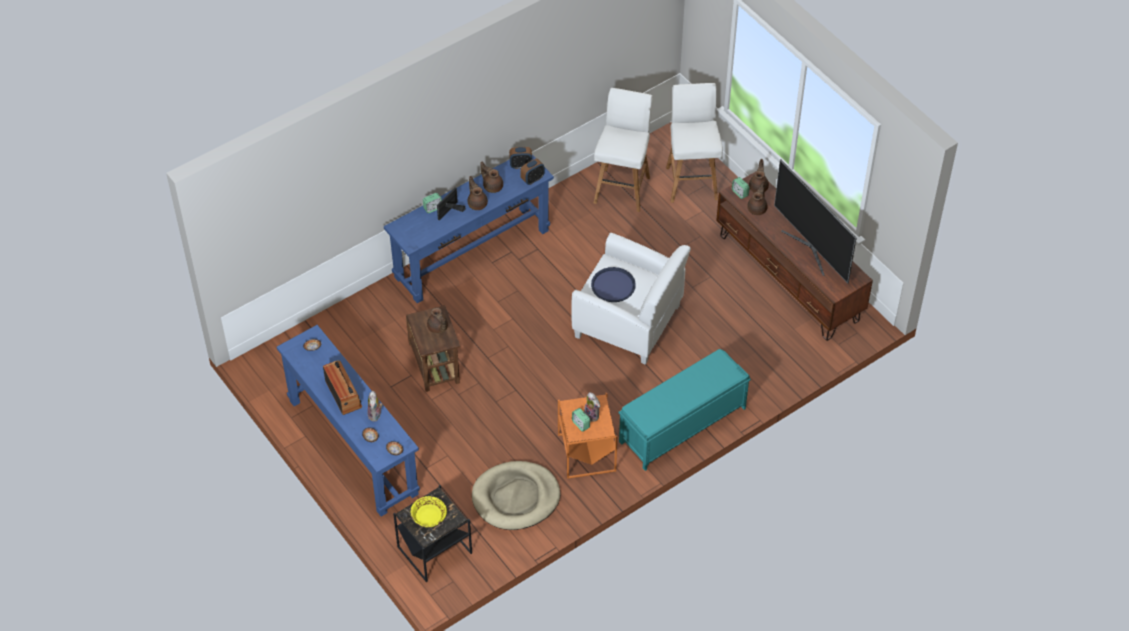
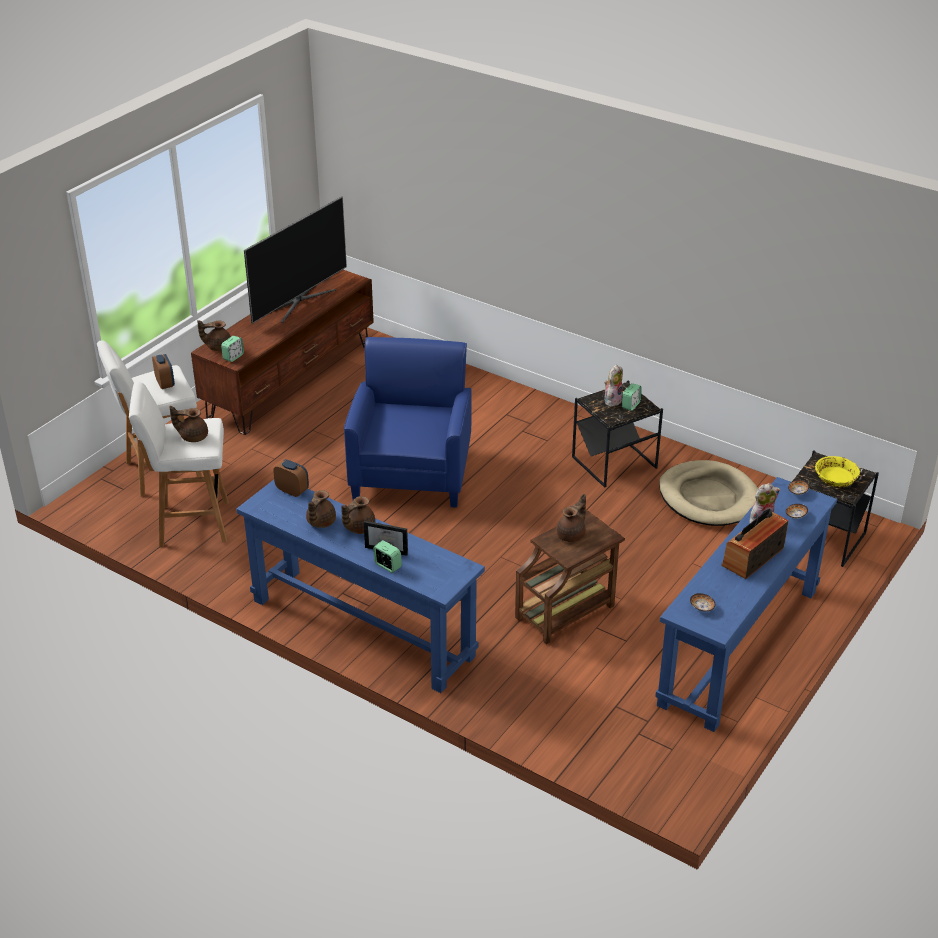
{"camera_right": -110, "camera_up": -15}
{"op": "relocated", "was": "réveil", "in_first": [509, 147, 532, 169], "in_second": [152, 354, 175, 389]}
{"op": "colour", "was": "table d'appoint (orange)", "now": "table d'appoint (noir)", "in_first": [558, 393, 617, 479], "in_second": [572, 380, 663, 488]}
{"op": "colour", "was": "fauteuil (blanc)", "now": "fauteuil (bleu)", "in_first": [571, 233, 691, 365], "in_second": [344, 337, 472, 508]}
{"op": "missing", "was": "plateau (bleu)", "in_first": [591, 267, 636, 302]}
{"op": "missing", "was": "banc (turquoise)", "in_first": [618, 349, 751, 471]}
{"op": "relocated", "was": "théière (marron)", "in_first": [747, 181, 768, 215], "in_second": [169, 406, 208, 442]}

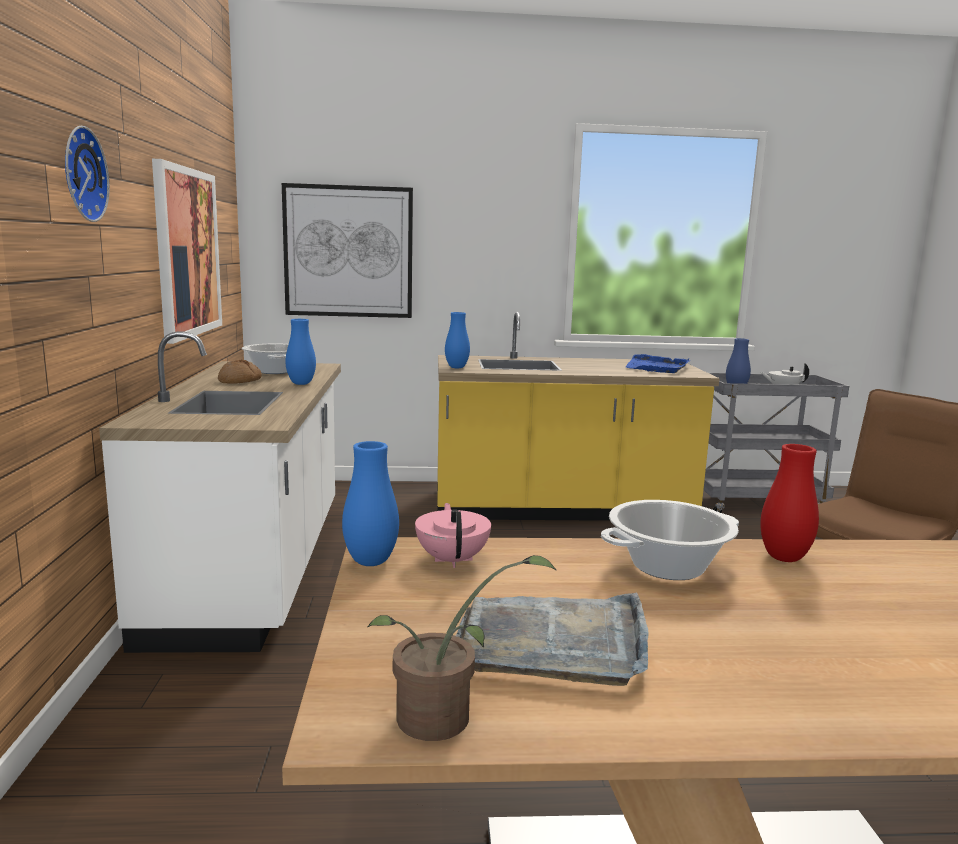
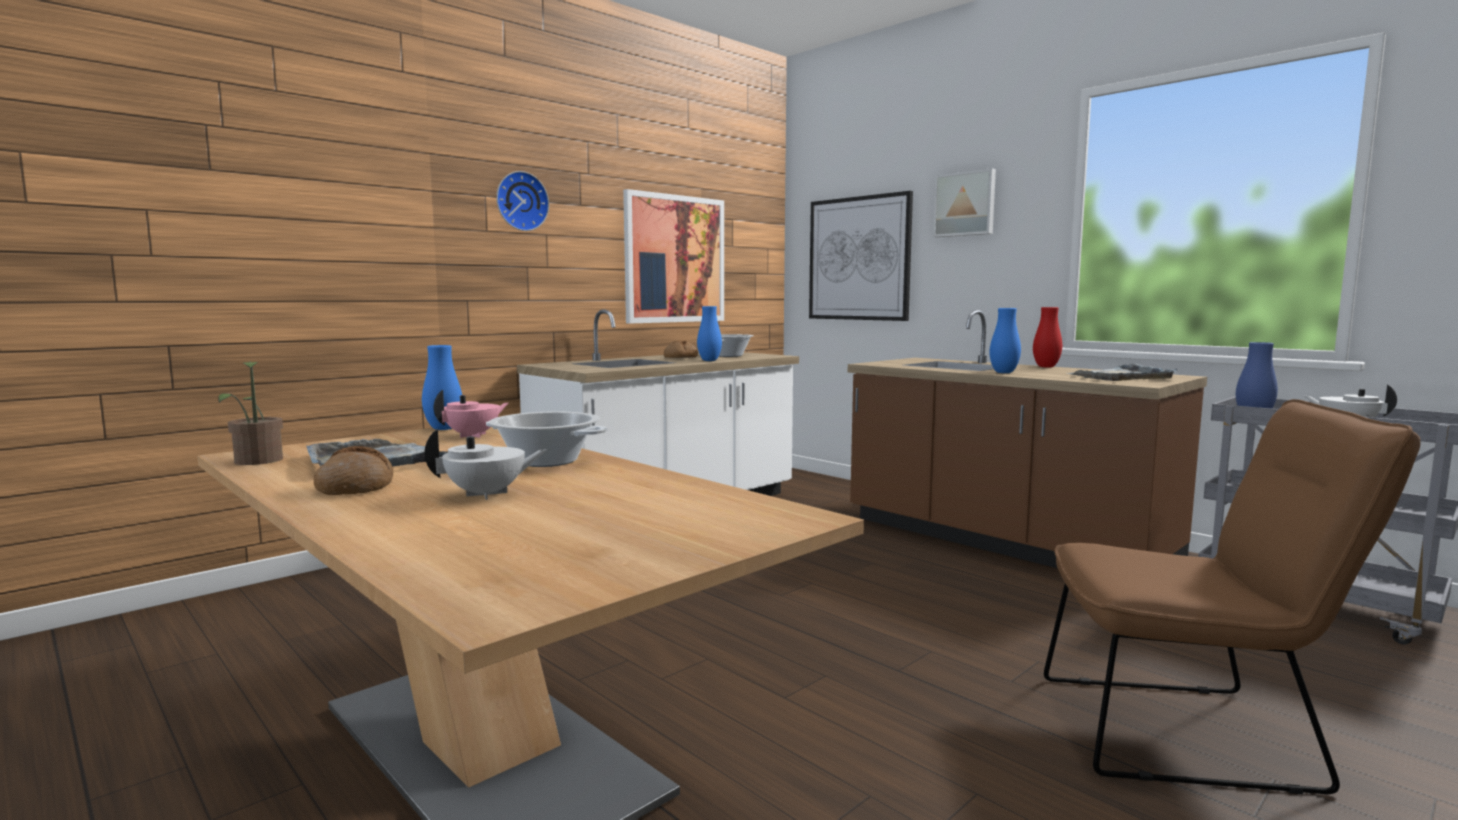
{"camera_right": 50, "camera_up": -5}
{"op": "colour", "was": "comptoir de cuisine (jaune)", "now": "comptoir de cuisine (marron)", "in_first": [437, 312, 720, 521], "in_second": [848, 310, 1207, 568]}
{"op": "relocated", "was": "vase (bleu)", "in_first": [445, 312, 470, 368], "in_second": [989, 308, 1021, 373]}
{"op": "colour", "was": "plateau (bleu)", "now": "plateau (gris)", "in_first": [625, 354, 690, 373], "in_second": [1067, 364, 1178, 381]}
{"op": "relocated", "was": "vase (rouge)", "in_first": [760, 444, 819, 562], "in_second": [1033, 307, 1062, 367]}
{"op": "appeared", "now": "pain", "in_second": [313, 446, 393, 495]}
{"op": "appeared", "now": "théière (blanc)", "in_second": [425, 429, 546, 500]}
{"op": "appeared", "now": "tableau", "in_second": [933, 168, 996, 237]}

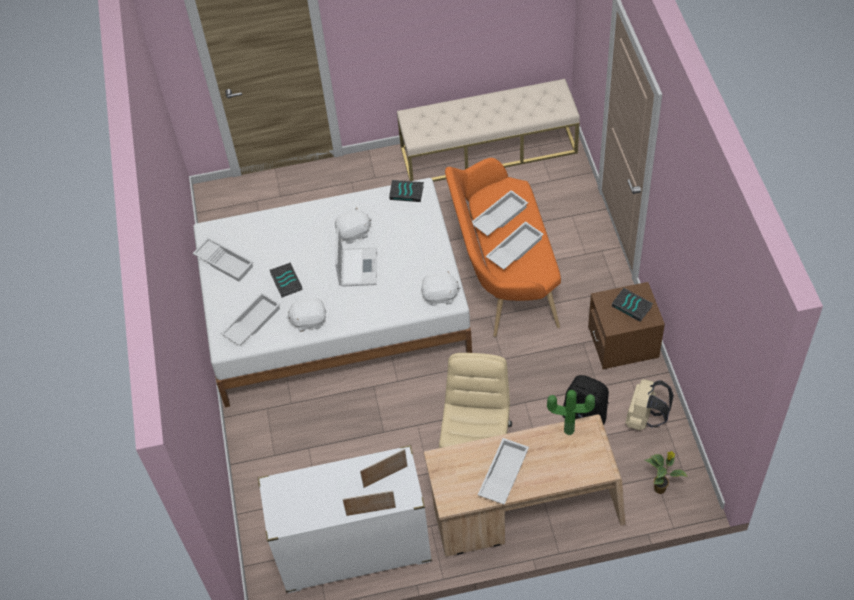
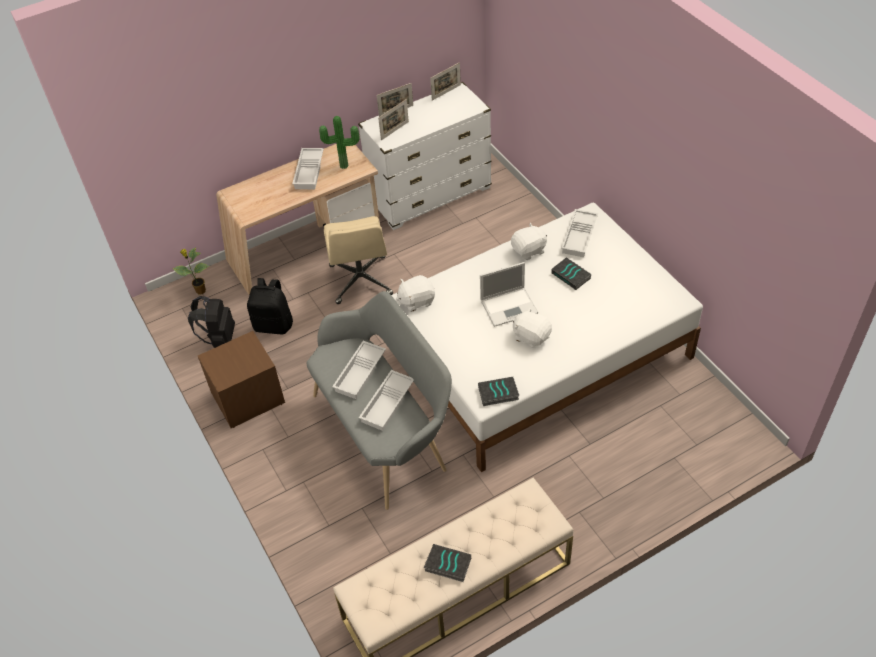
{"camera_right": 160, "camera_up": -5}
{"op": "missing", "was": "plateau (blanc)", "in_first": [192, 237, 253, 282]}
{"op": "spun", "was": "peluche (blanc)", "in_first": [335, 207, 372, 244], "in_second": [512, 307, 552, 348], "clockwise": 75}
{"op": "spun", "was": "ordinateur portable", "in_first": [335, 228, 377, 287], "in_second": [480, 262, 538, 327], "clockwise": -90}
{"op": "colour", "was": "banc (orange)", "now": "banc (gris)", "in_first": [445, 158, 561, 337], "in_second": [306, 291, 452, 510]}
{"op": "relocated", "was": "plante en pot", "in_first": [547, 390, 595, 435], "in_second": [319, 116, 360, 169]}
{"op": "relocated", "was": "livre", "in_first": [612, 288, 653, 322], "in_second": [424, 544, 471, 582]}
{"op": "colour", "was": "sac à dos (beige)", "now": "sac à dos (noir)", "in_first": [625, 379, 674, 431], "in_second": [188, 296, 235, 348]}
{"op": "appeared", "now": "cadre photo", "in_second": [430, 62, 461, 100]}

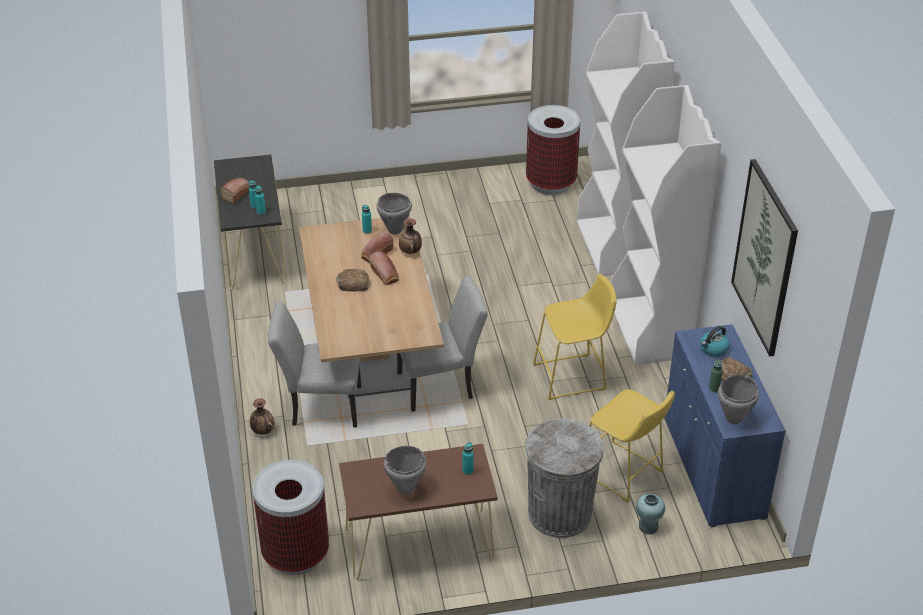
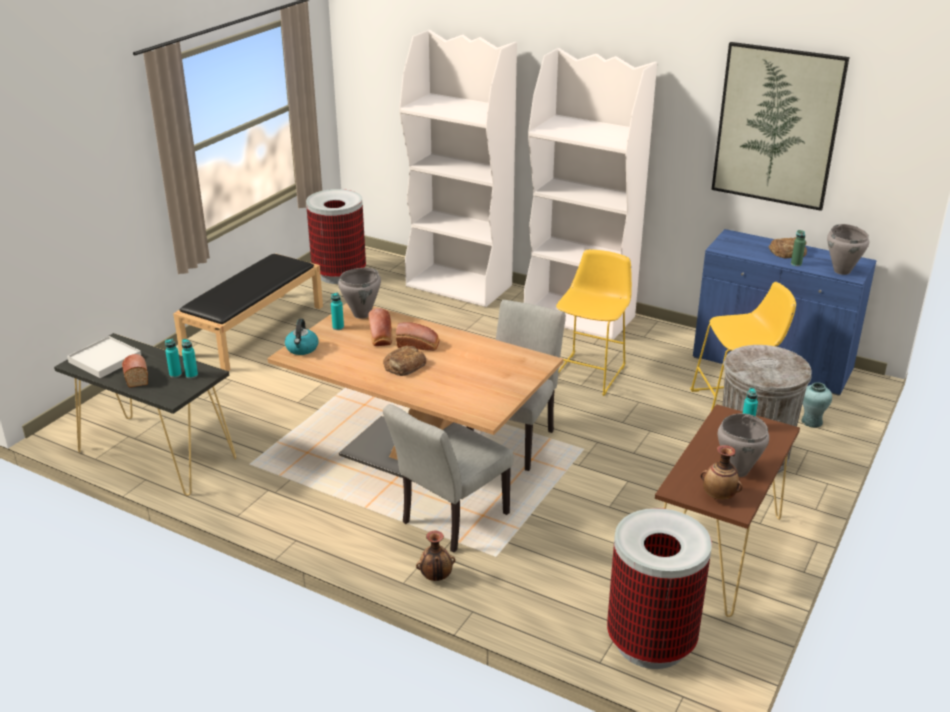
{"camera_right": -50, "camera_up": -10}
{"op": "relocated", "was": "vase", "in_first": [399, 218, 422, 254], "in_second": [701, 445, 742, 500]}
{"op": "relocated", "was": "bouilloire", "in_first": [700, 326, 730, 357], "in_second": [285, 319, 318, 355]}
{"op": "appeared", "now": "plateau (blanc)", "in_second": [67, 336, 141, 378]}
{"op": "appeared", "now": "banc (noir)", "in_second": [173, 254, 323, 371]}

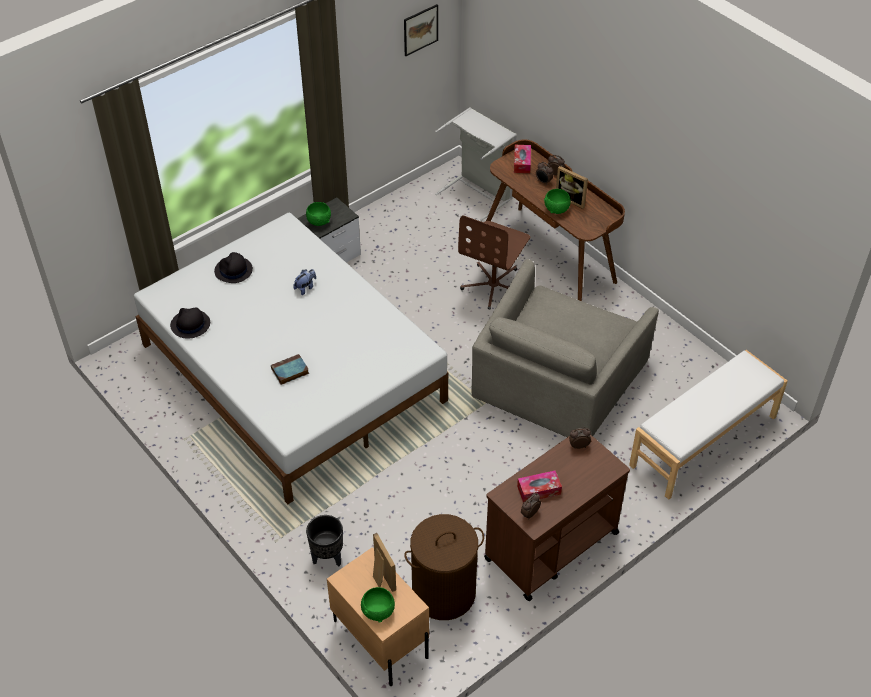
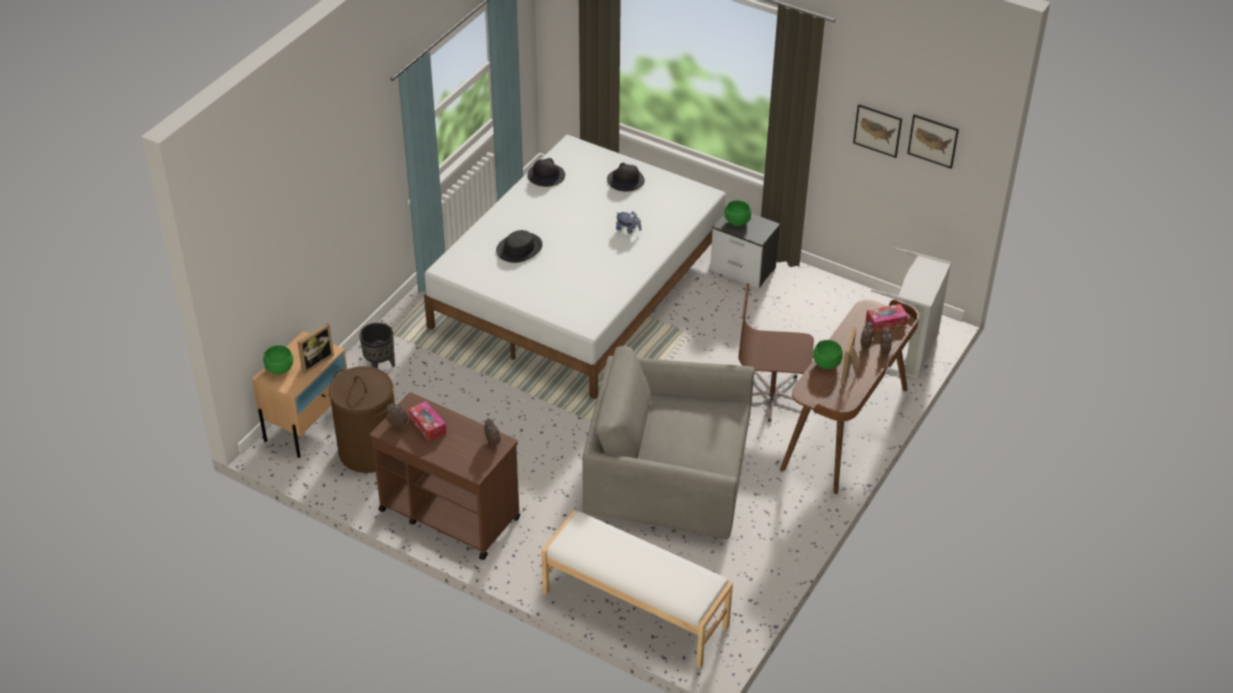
{"camera_right": 70, "camera_up": -5}
{"op": "exchanged", "was": "livre", "now": "chapeau (noir)", "in_first": [271, 354, 309, 385], "in_second": [496, 230, 543, 263]}
{"op": "appeared", "now": "tableau", "in_second": [853, 104, 902, 158]}

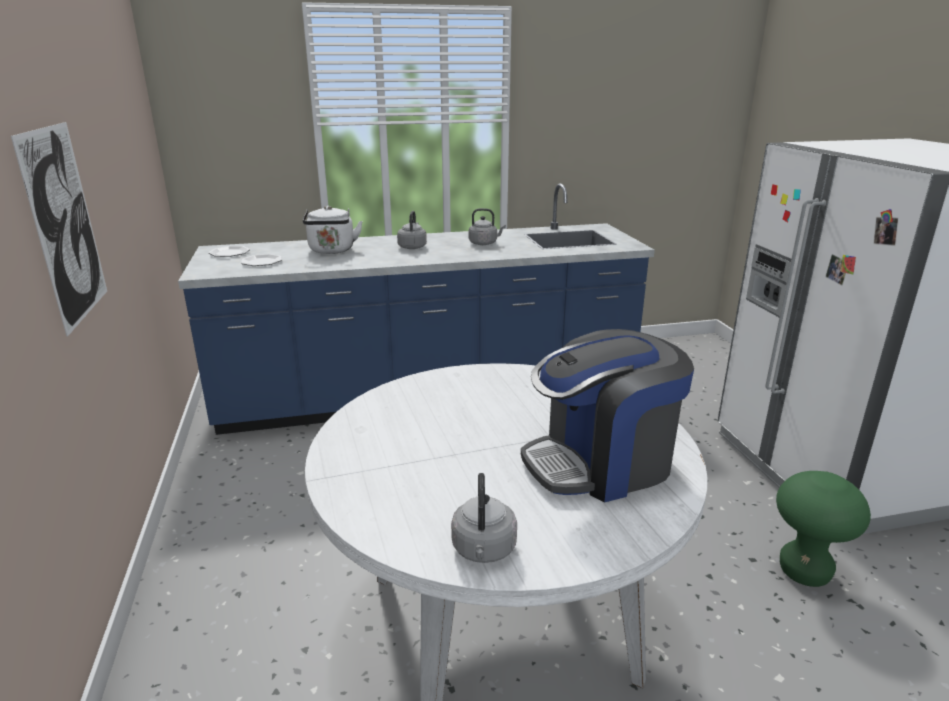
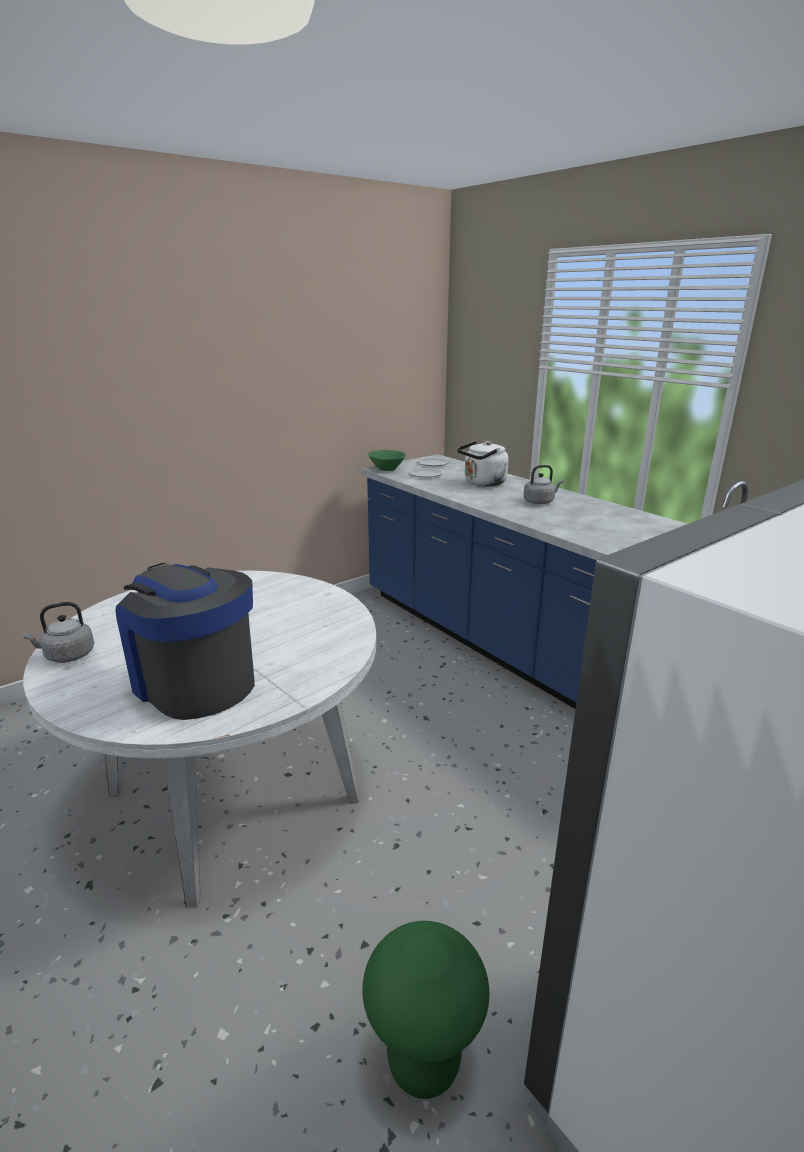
{"camera_right": 65, "camera_up": 0}
{"op": "missing", "was": "tableau", "in_first": [11, 122, 107, 337]}
{"op": "missing", "was": "bouilloire (gris)", "in_first": [469, 208, 506, 245]}
{"op": "appeared", "now": "bol (vert)", "in_second": [368, 450, 405, 471]}

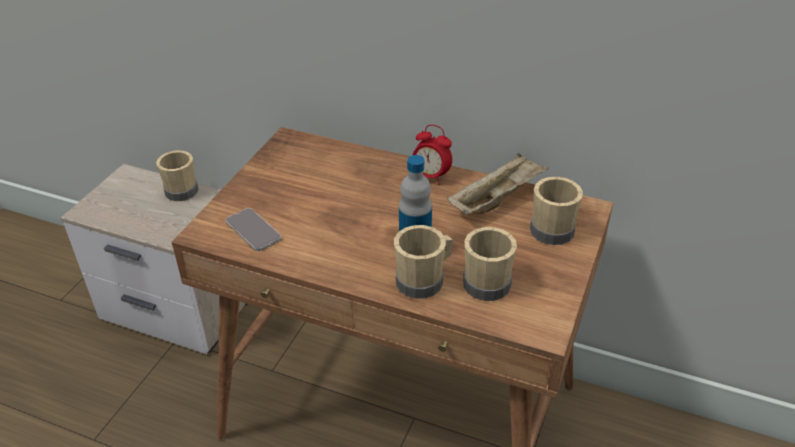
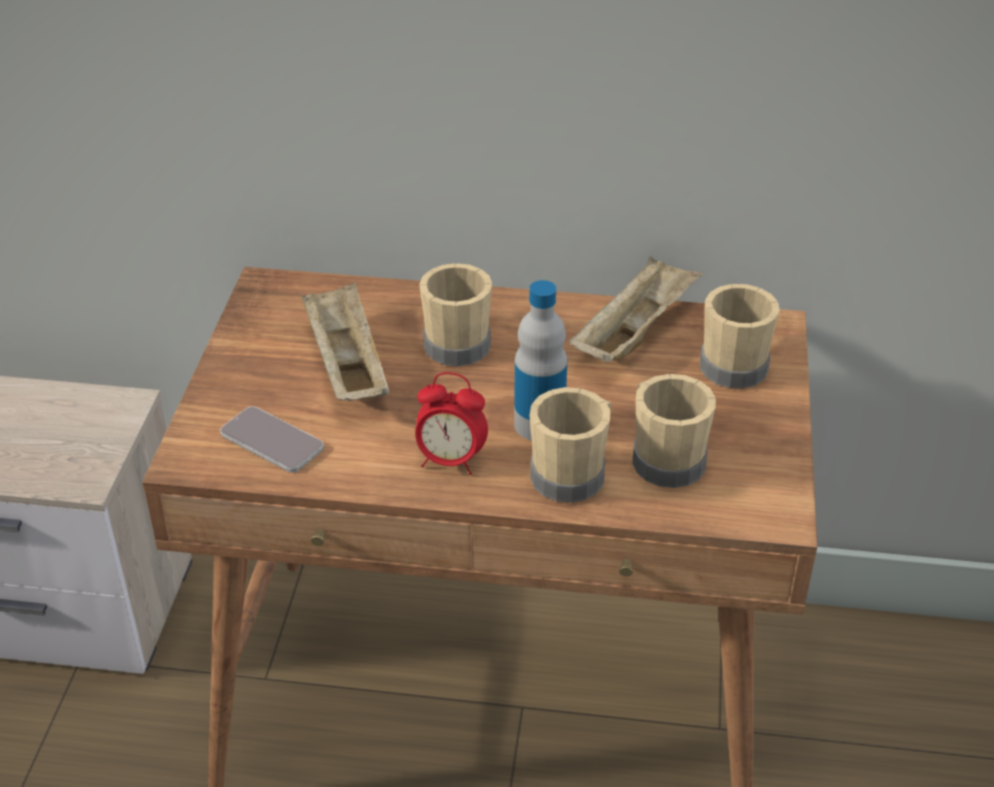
{"camera_right": -15, "camera_up": 0}
{"op": "relocated", "was": "mug (beige)", "in_first": [156, 150, 199, 201], "in_second": [419, 263, 492, 366]}
{"op": "relocated", "was": "réveil", "in_first": [413, 125, 452, 185], "in_second": [415, 372, 488, 475]}
{"op": "appeared", "now": "plateau (beige)", "in_second": [301, 282, 389, 401]}

